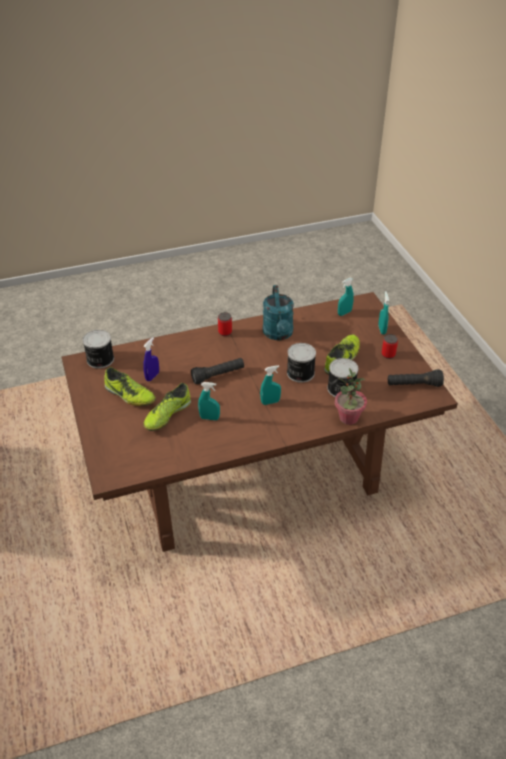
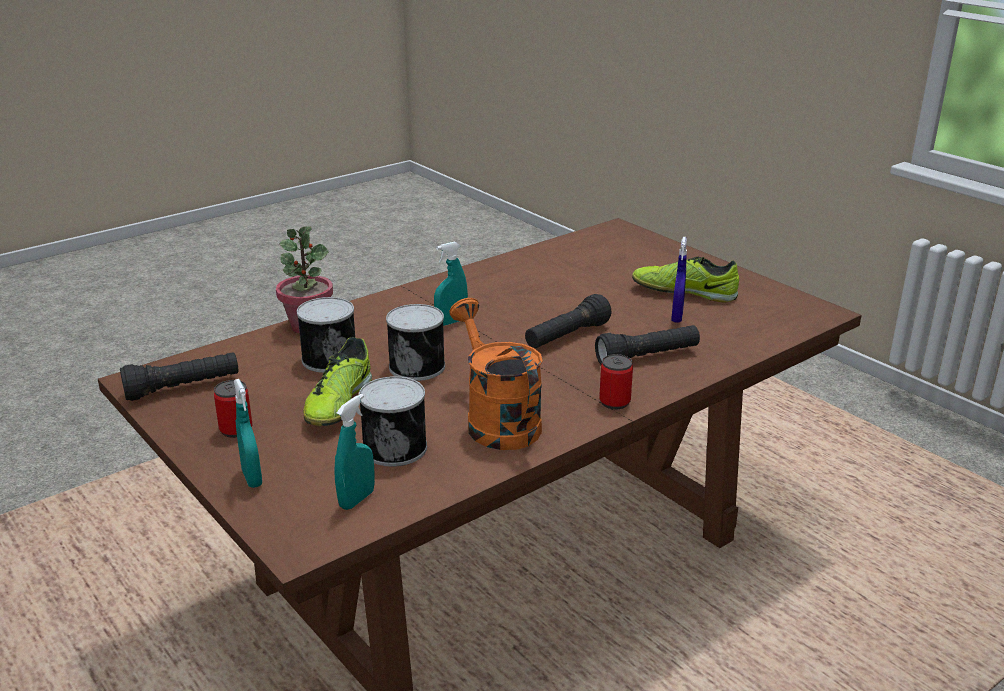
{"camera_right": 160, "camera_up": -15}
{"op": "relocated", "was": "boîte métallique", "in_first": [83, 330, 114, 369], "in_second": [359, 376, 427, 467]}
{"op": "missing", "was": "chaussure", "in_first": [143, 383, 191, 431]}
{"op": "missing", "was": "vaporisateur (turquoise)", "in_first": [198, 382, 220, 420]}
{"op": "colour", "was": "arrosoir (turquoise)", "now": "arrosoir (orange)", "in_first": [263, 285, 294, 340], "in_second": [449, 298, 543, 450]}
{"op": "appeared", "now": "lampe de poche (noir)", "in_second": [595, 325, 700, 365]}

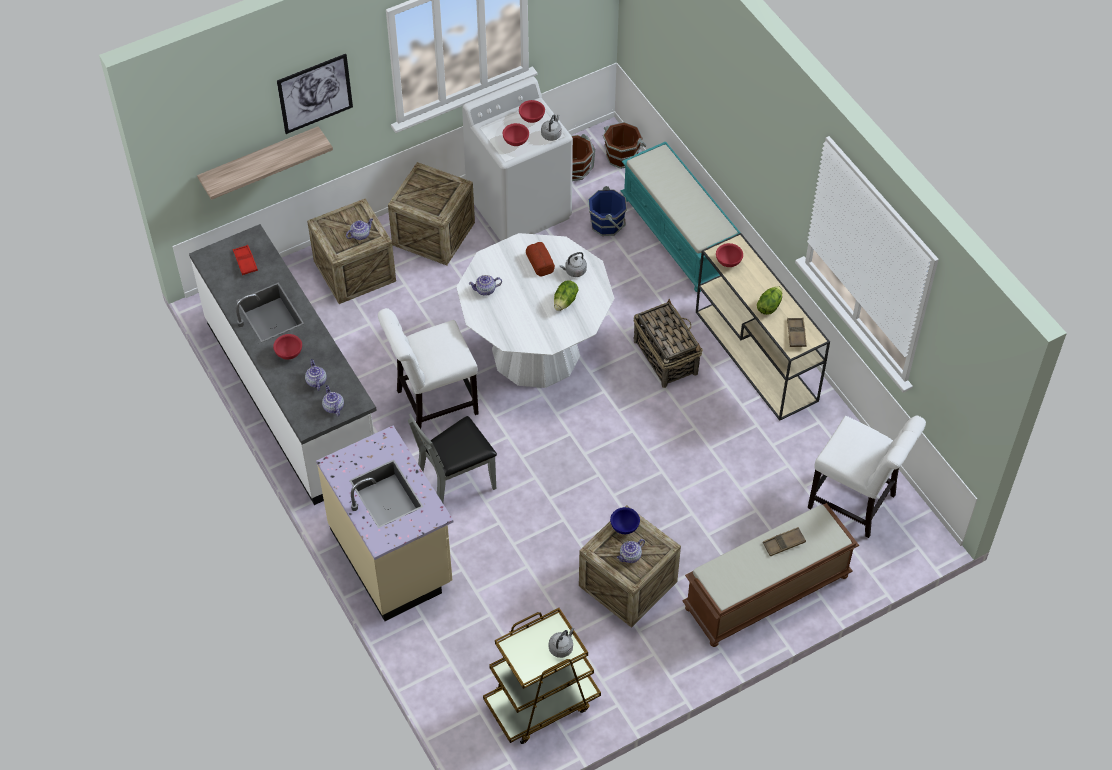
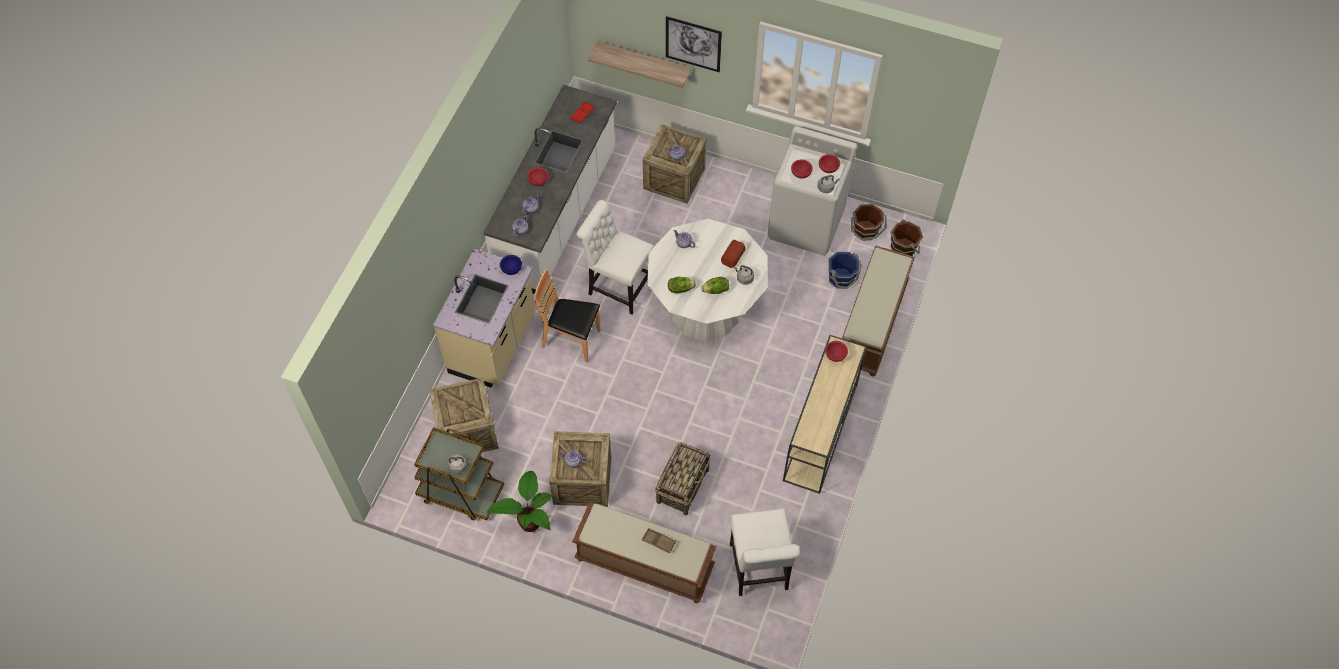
{"camera_right": 50, "camera_up": 5}
{"op": "relocated", "was": "caisse", "in_first": [388, 162, 475, 265], "in_second": [429, 378, 499, 452]}
{"op": "colour", "was": "chaise (gris)", "now": "chaise (marron)", "in_first": [408, 413, 497, 503], "in_second": [533, 269, 601, 363]}
{"op": "relocated", "was": "bol (bleu)", "in_first": [610, 507, 640, 534], "in_second": [500, 255, 522, 275]}
{"op": "colour", "was": "banc (turquoise)", "now": "banc (marron)", "in_first": [621, 141, 741, 292], "in_second": [842, 245, 915, 376]}
{"op": "relocated", "was": "panier", "in_first": [633, 299, 703, 388], "in_second": [655, 442, 711, 515]}
{"op": "relocated", "was": "laitue", "in_first": [757, 286, 783, 315], "in_second": [668, 277, 696, 293]}
{"op": "missing", "was": "plateau (marron)", "in_first": [787, 318, 807, 347]}
{"op": "appeared", "now": "plante en pot", "in_second": [486, 471, 553, 532]}

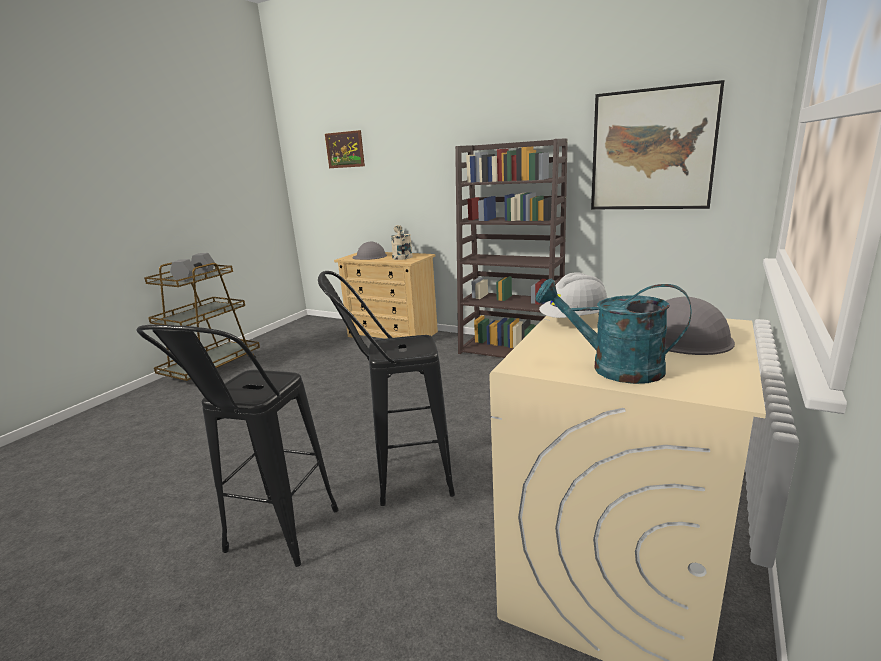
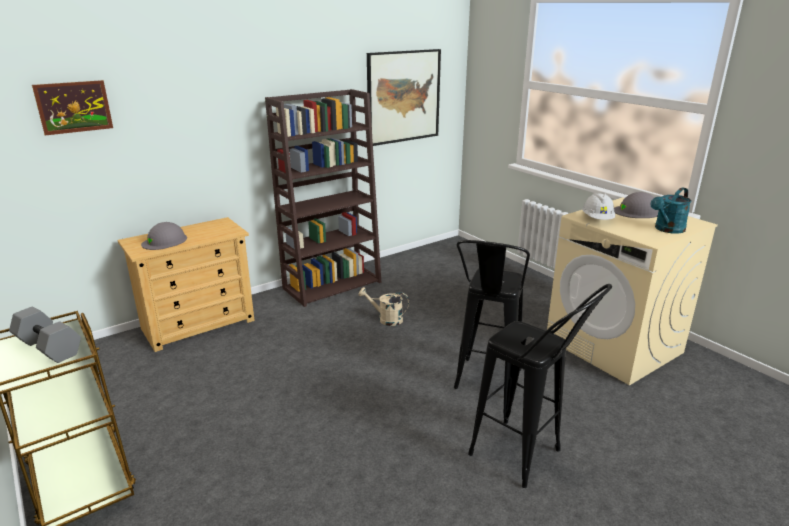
{"camera_right": -65, "camera_up": 5}
{"op": "relocated", "was": "arrosoir (beige)", "in_first": [391, 225, 413, 260], "in_second": [358, 287, 409, 326]}

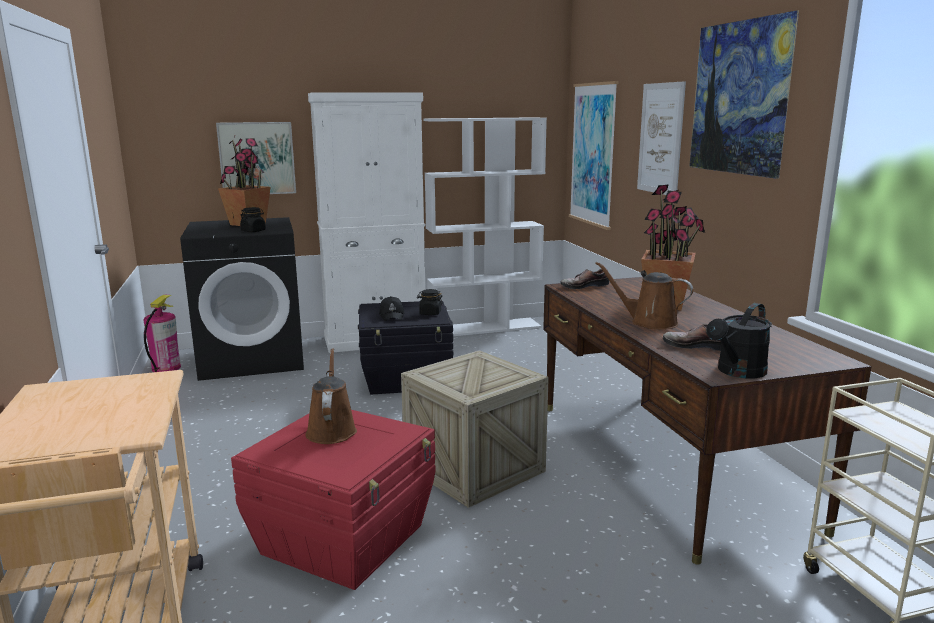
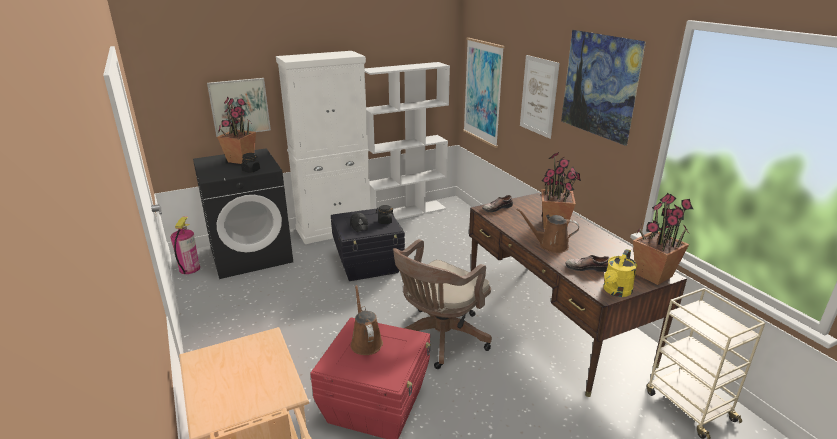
{"camera_right": -10, "camera_up": 10}
{"op": "exchanged", "was": "caisse", "now": "chaise de bureau (marron)", "in_first": [401, 350, 549, 508], "in_second": [393, 239, 492, 369]}
{"op": "colour", "was": "arrosoir (noir)", "now": "arrosoir (jaune)", "in_first": [706, 303, 772, 378], "in_second": [604, 249, 637, 297]}
{"op": "appeared", "now": "plante en pot", "in_second": [633, 193, 693, 285]}

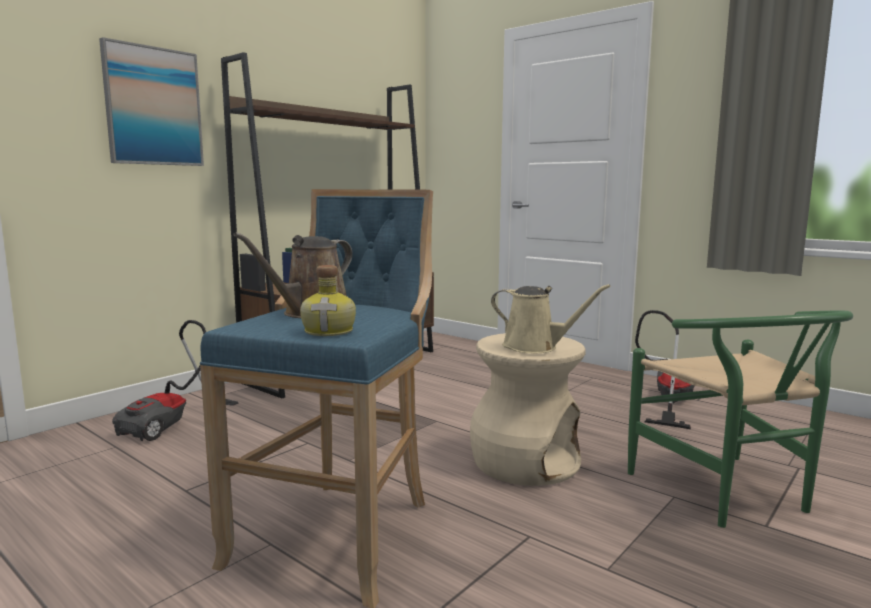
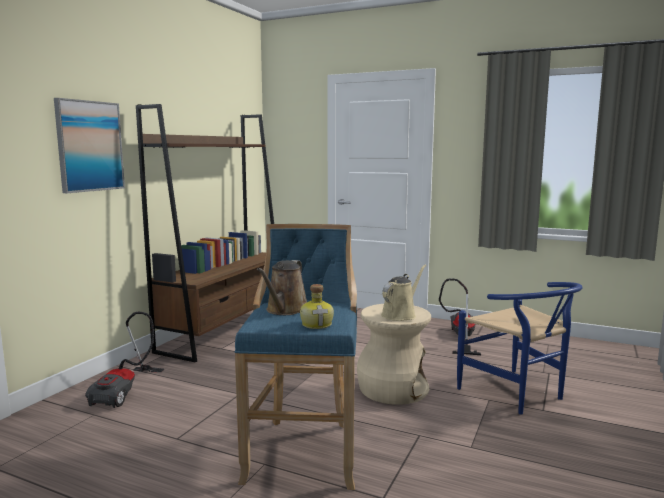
{"camera_right": -15, "camera_up": 0}
{"op": "spun", "was": "arrosoir (beige)", "in_first": [491, 284, 611, 353], "in_second": [381, 264, 426, 321], "clockwise": -60}
{"op": "colour", "was": "chaise (vert)", "now": "chaise (bleu)", "in_first": [628, 311, 853, 528], "in_second": [457, 282, 583, 415]}

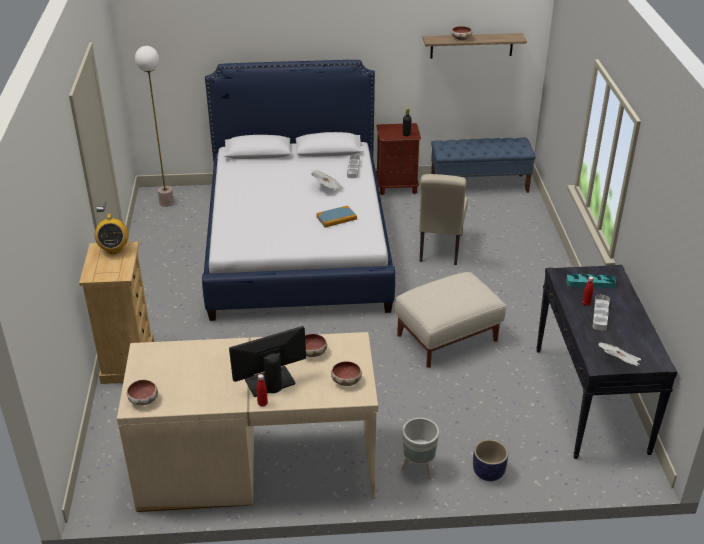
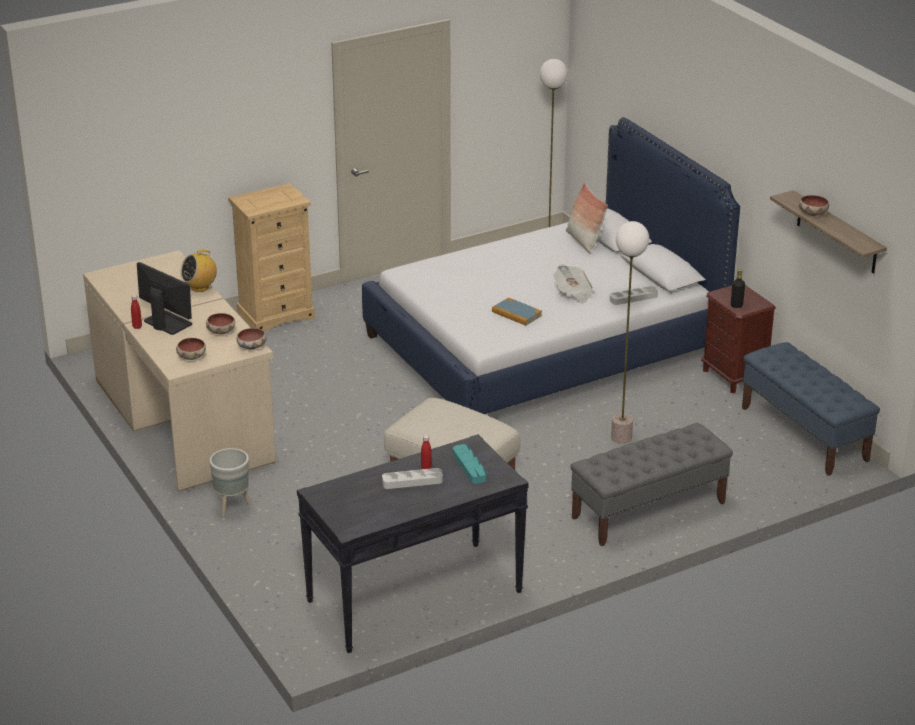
{"camera_right": 65, "camera_up": -5}
{"op": "relocated", "was": "radio", "in_first": [95, 214, 129, 254], "in_second": [181, 249, 217, 292]}
{"op": "relocated", "was": "bol", "in_first": [127, 380, 158, 405], "in_second": [236, 328, 266, 349]}
{"op": "exchanged", "was": "chaise (beige)", "now": "lampadaire", "in_first": [419, 174, 468, 265], "in_second": [611, 221, 649, 444]}
{"op": "missing", "was": "cache-pot", "in_first": [473, 439, 508, 481]}
{"op": "missing", "was": "journal", "in_first": [598, 342, 641, 366]}
{"op": "appeared", "now": "coussin", "in_second": [566, 183, 608, 253]}
{"op": "appeared", "now": "banc (gris)", "in_second": [570, 423, 733, 546]}

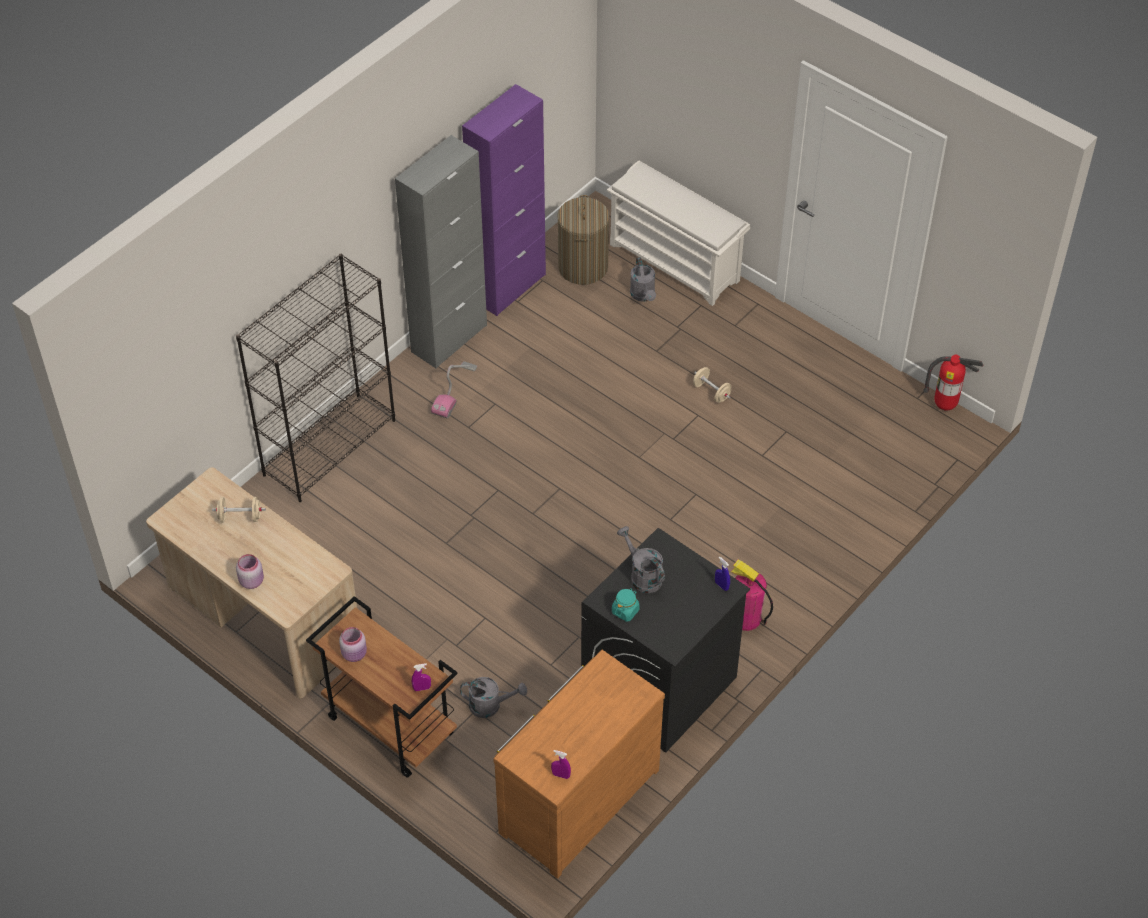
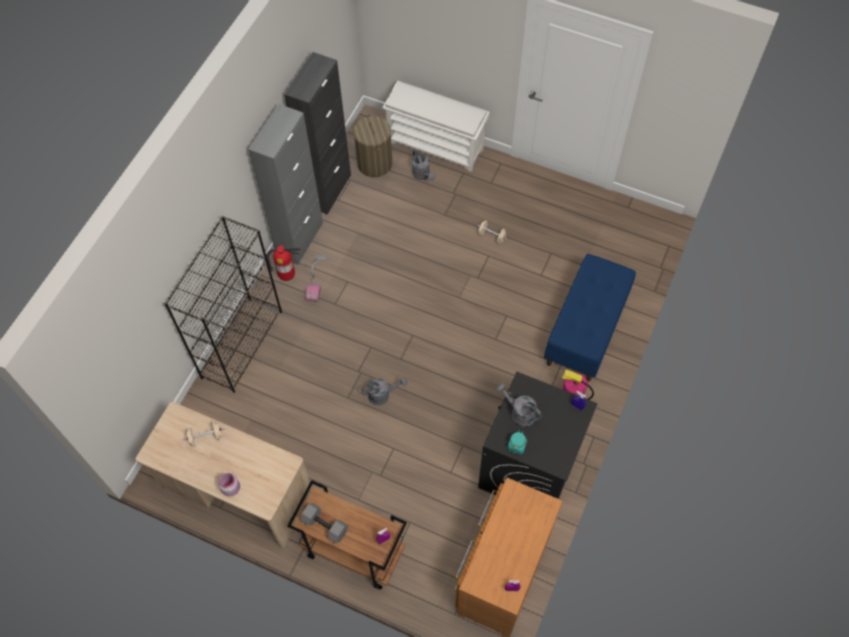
{"camera_right": -15, "camera_up": 10}
{"op": "exchanged", "was": "bocal (rose)", "now": "haltère (gris)", "in_first": [339, 627, 367, 662], "in_second": [300, 503, 348, 543]}
{"op": "relocated", "was": "arrosoir (gris)", "in_first": [460, 677, 527, 718], "in_second": [362, 377, 407, 405]}
{"op": "colour", "was": "meuble de rangement (violet)", "now": "meuble de rangement (noir)", "in_first": [462, 84, 546, 316], "in_second": [284, 52, 351, 215]}
{"op": "relocated", "was": "extincteur", "in_first": [923, 355, 983, 411], "in_second": [266, 245, 301, 281]}
{"op": "appeared", "now": "banc (bleu)", "in_second": [544, 254, 636, 381]}

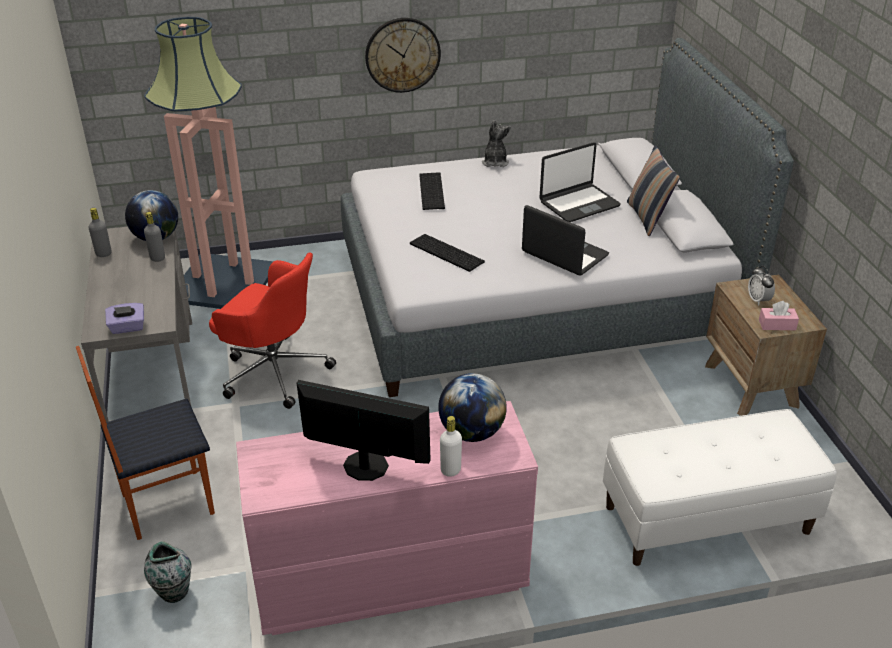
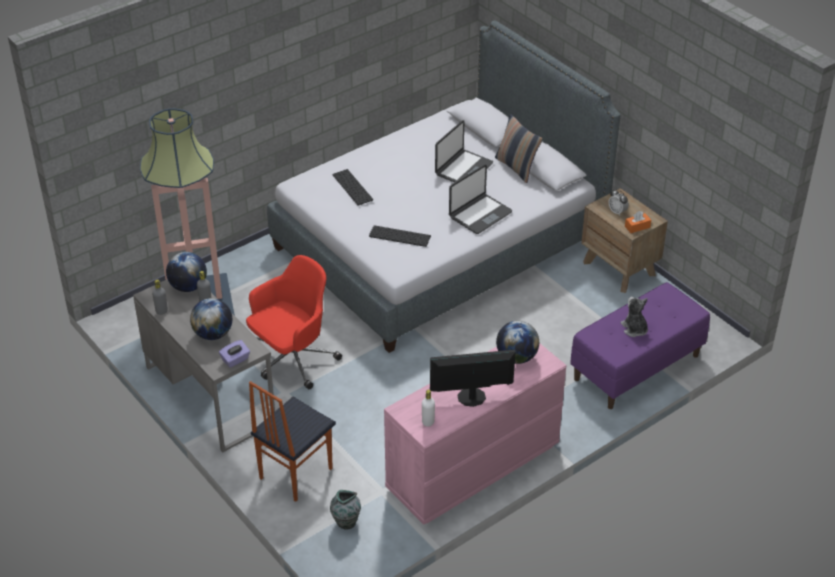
{"camera_right": -25, "camera_up": 5}
{"op": "spun", "was": "chaise de bureau (rouge)", "in_first": [209, 253, 336, 409], "in_second": [246, 255, 342, 389], "clockwise": -45}
{"op": "missing", "was": "horloge murale", "in_first": [365, 18, 441, 93]}
{"op": "relocated", "was": "bouteille (blanc)", "in_first": [440, 416, 462, 477], "in_second": [422, 389, 435, 427]}
{"op": "relocated", "was": "peluche", "in_first": [482, 120, 511, 167], "in_second": [621, 297, 648, 337]}
{"op": "spun", "was": "ordinateur portable", "in_first": [522, 205, 609, 275], "in_second": [449, 164, 512, 234], "clockwise": 120}
{"op": "colour", "was": "banc (blanc)", "now": "banc (violet)", "in_first": [603, 409, 837, 566], "in_second": [570, 282, 710, 409]}
{"op": "colour", "was": "boîte à mouchoirs (rose)", "now": "boîte à mouchoirs (orange)", "in_first": [759, 301, 799, 330], "in_second": [625, 211, 651, 233]}
{"op": "appeared", "now": "globe", "in_second": [190, 298, 232, 340]}

